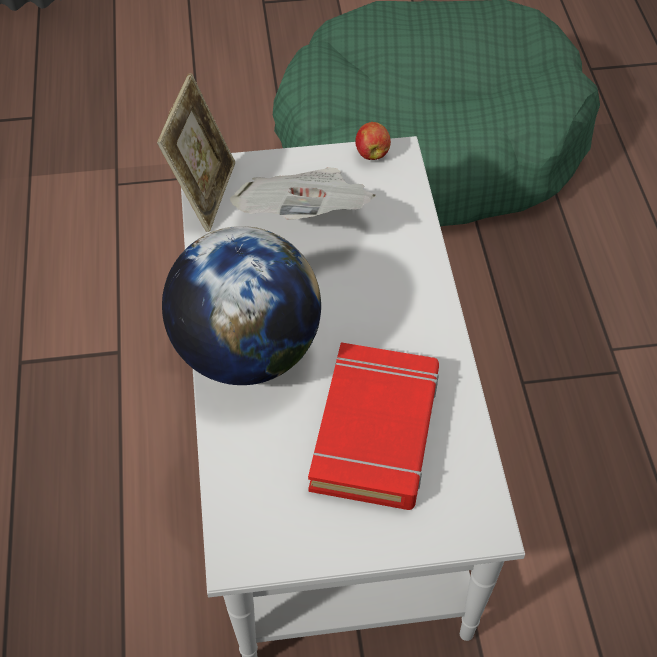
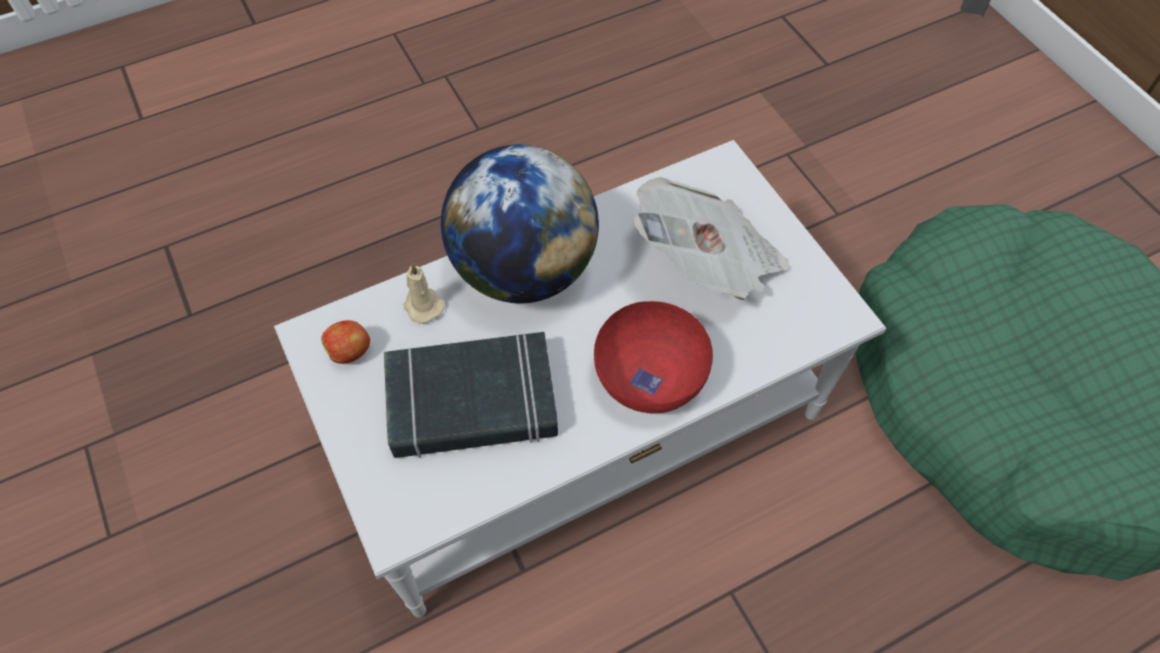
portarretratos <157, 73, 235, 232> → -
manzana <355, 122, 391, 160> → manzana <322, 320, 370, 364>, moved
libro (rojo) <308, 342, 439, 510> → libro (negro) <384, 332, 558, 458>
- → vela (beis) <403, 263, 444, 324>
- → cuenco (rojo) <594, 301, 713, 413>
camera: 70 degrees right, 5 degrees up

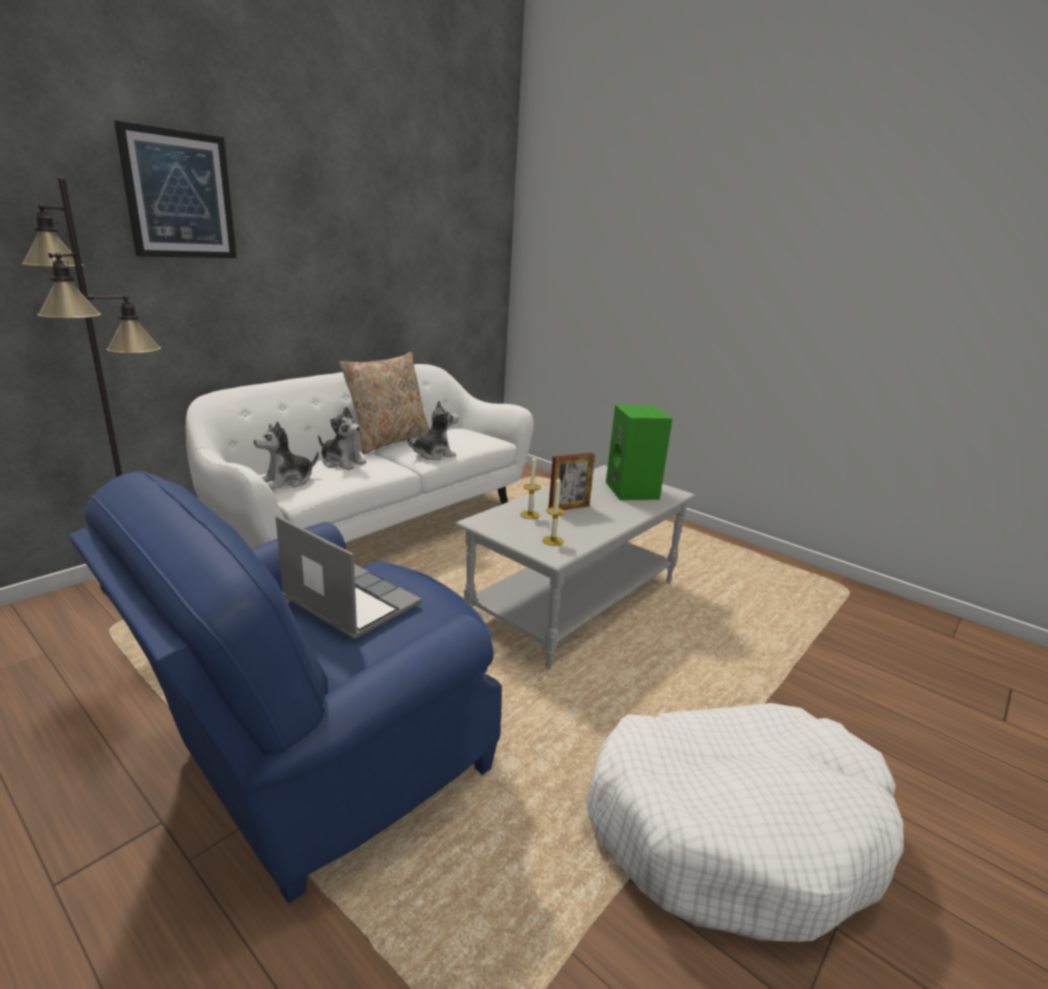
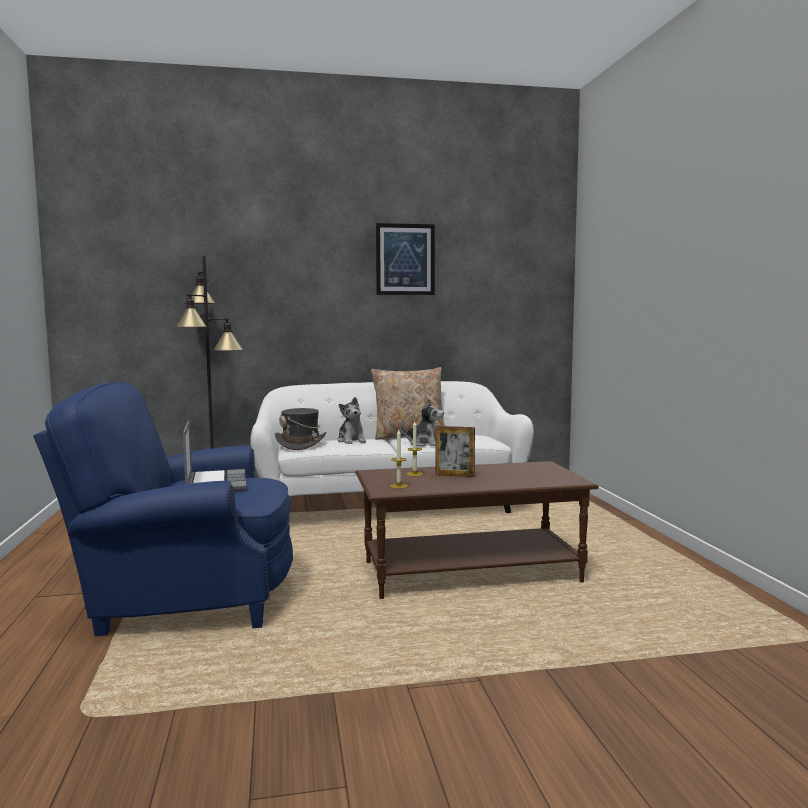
cuadro <114, 120, 237, 258> → cuadro <376, 223, 435, 295>, moved
altavoz (verde) <606, 405, 673, 500> → -
peluche <254, 421, 318, 489> → sombrero (gris) <275, 408, 326, 450>
mesa de centro (gris) <455, 465, 696, 669> → mesa de centro (marrón) <356, 461, 599, 599>
cama para perro (blanco) <586, 703, 903, 942> → -
camera: 40 degrees right, 15 degrees down

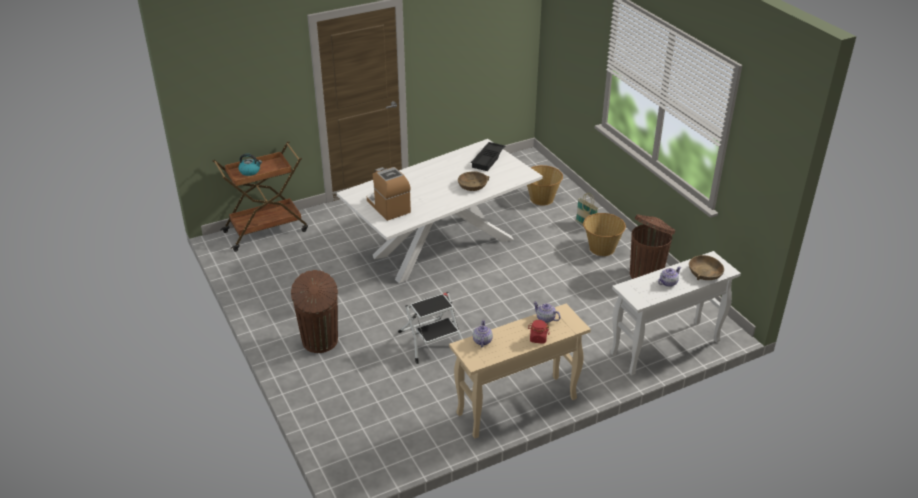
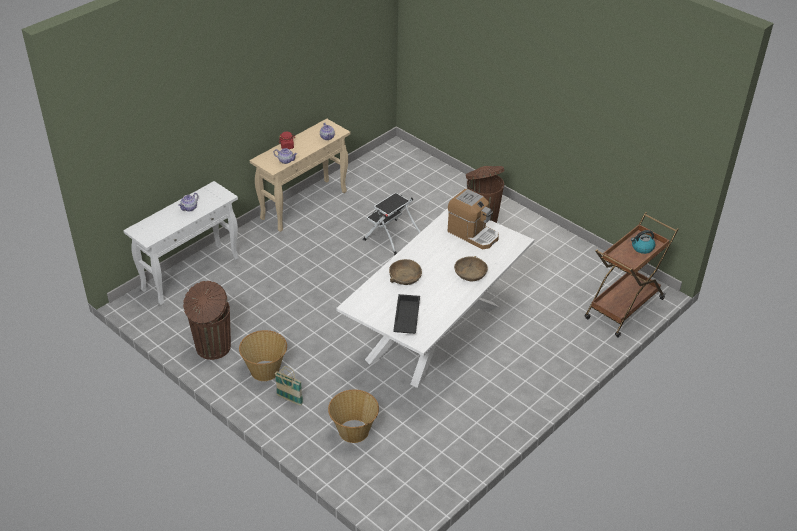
cuenco (marrón) <689, 255, 724, 280> → cuenco (marrón) <454, 256, 488, 281>, moved
camera: 160 degrees right, 5 degrees up

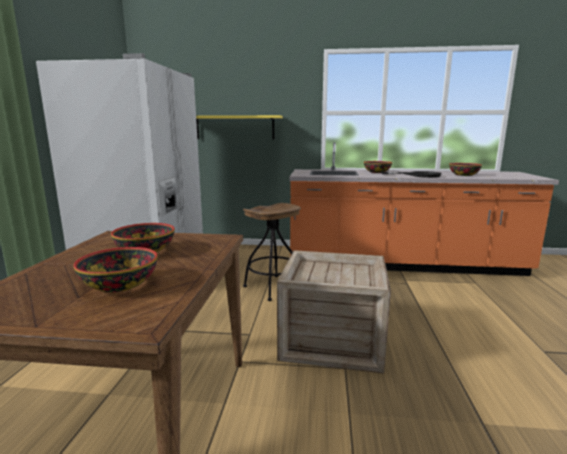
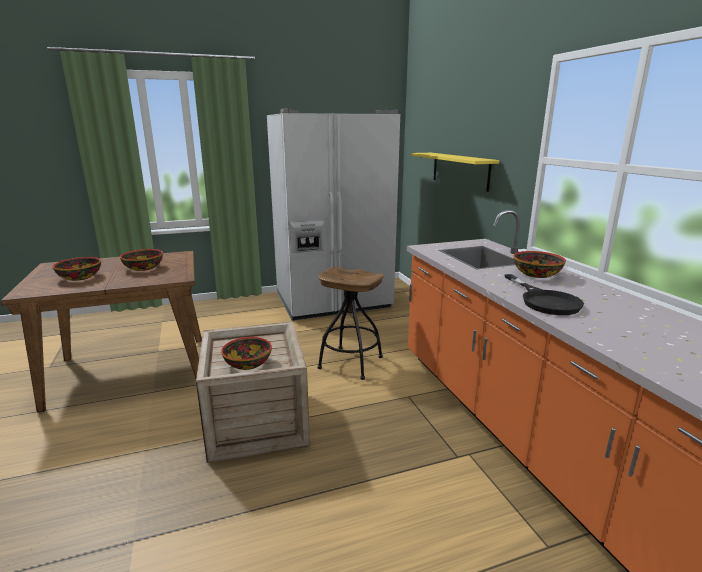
cuenco <449, 163, 482, 176> → cuenco <221, 337, 272, 370>, moved
camera: 65 degrees right, 5 degrees up

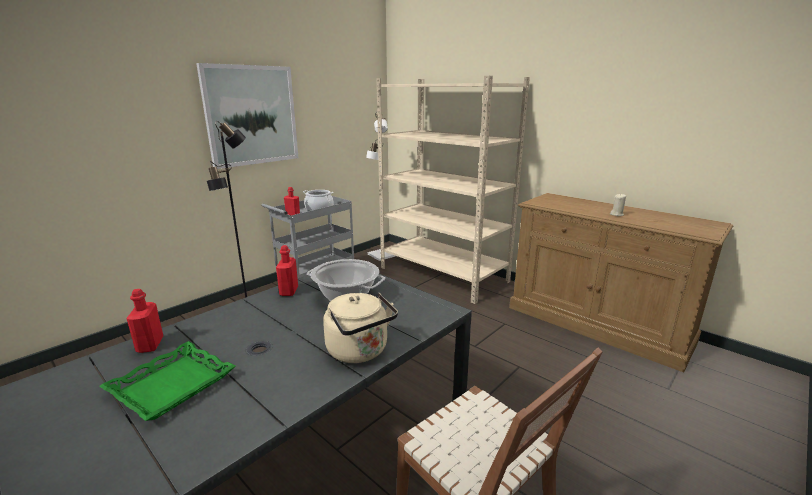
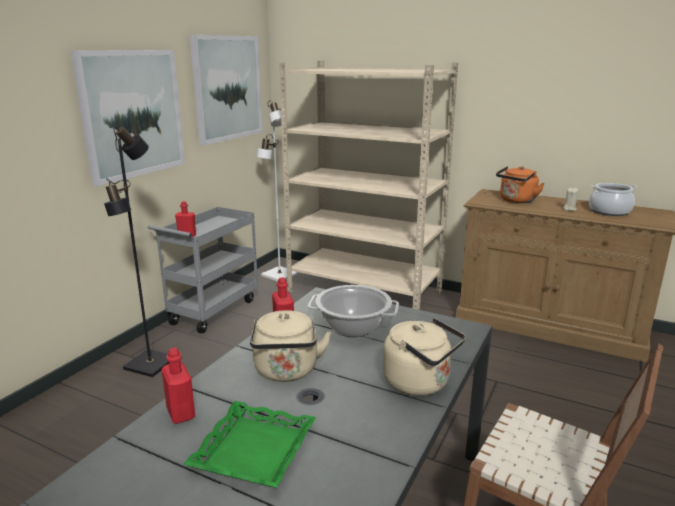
olla <303, 190, 334, 211> → olla <589, 183, 637, 216>, moved
- → cuadro <190, 35, 263, 146>
- → hervidor (naranja) <496, 166, 545, 203>
- → hervidor (beis) <250, 310, 331, 382>
camera: 15 degrees left, 0 degrees up

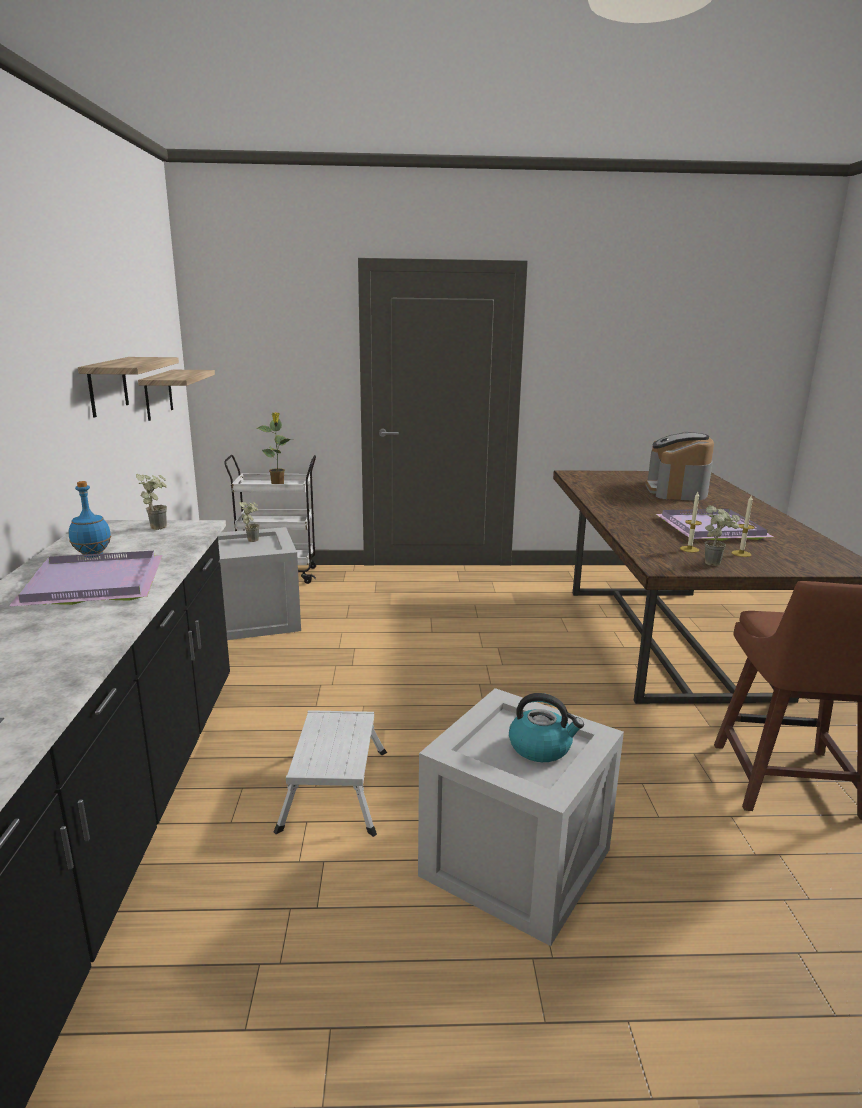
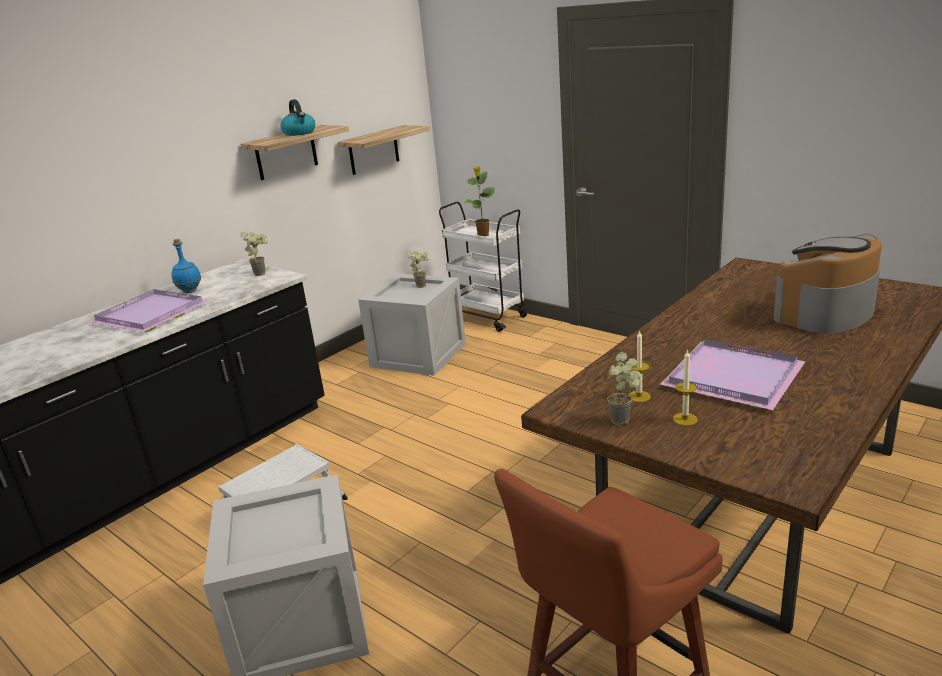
hervidor <509, 693, 584, 762> → hervidor <281, 99, 315, 136>, moved
camera: 45 degrees right, 5 degrees up

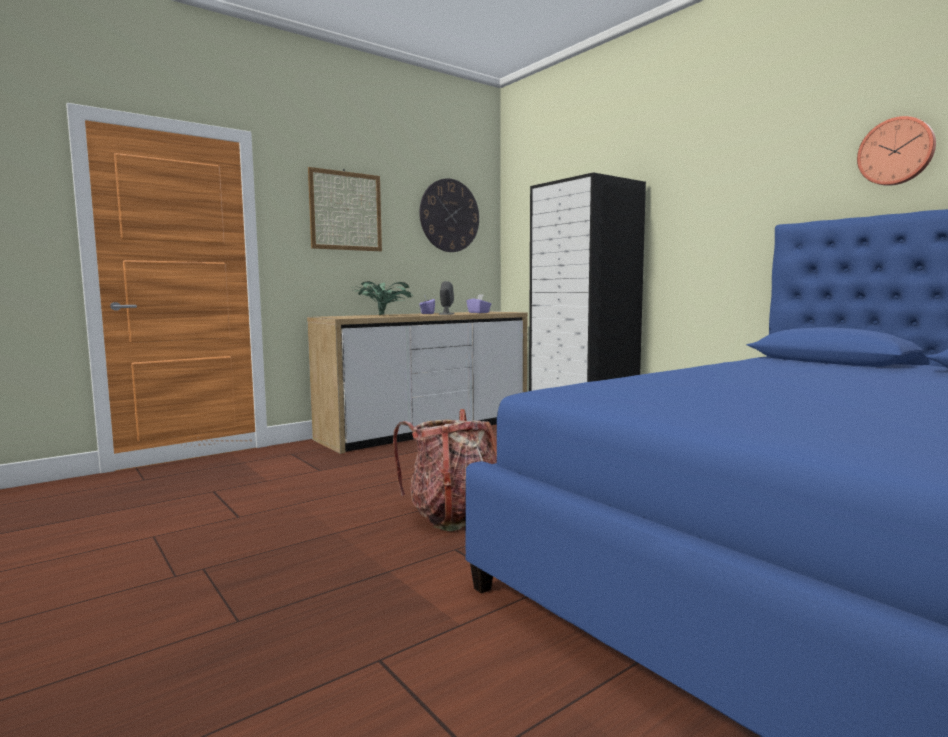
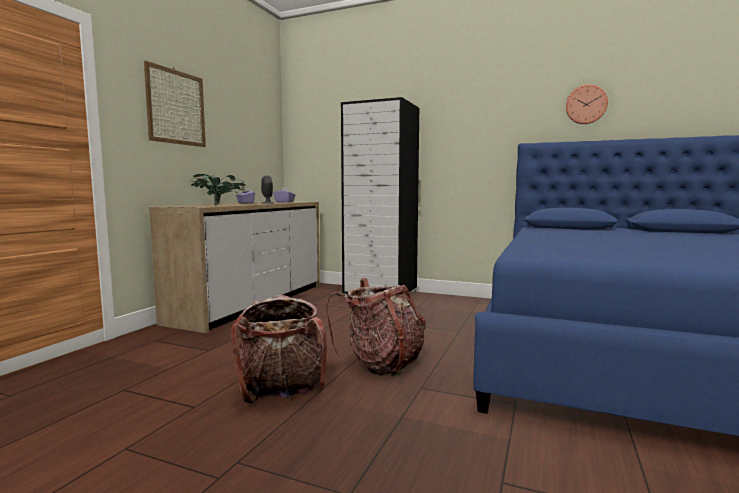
reloj de pared <420, 178, 479, 252> → -
- → mochila <231, 295, 327, 403>
camera: 30 degrees left, 0 degrees up

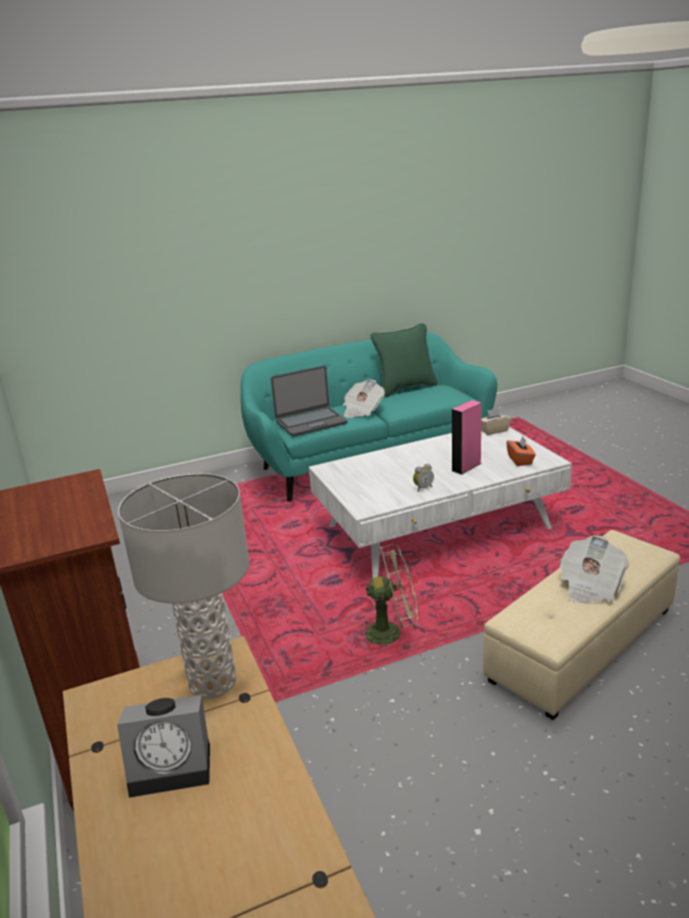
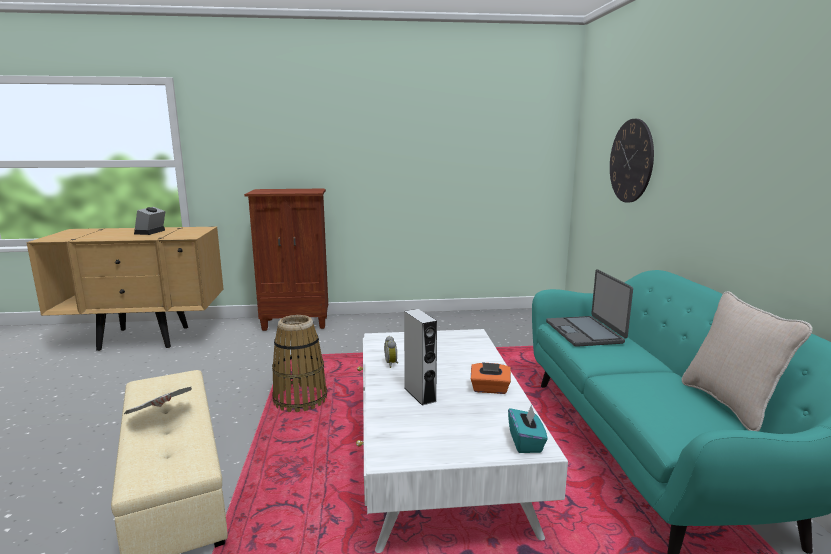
cojín (verde) <370, 323, 437, 397> → cojín (beis) <681, 291, 812, 431>
periódico <343, 380, 385, 418> → -
altavoz (rosa) <452, 400, 482, 475> → altavoz (gris) <404, 309, 437, 406>
caja de pañuelos (beis) <481, 408, 511, 435> → caja de pañuelos (turquesa) <508, 404, 548, 453>
caja de pañuelos (naranja) <506, 436, 536, 466> → caja de pañuelos (naranja) <471, 362, 511, 394>, moved
lámpara de mesa (blanco) <118, 473, 249, 698> → -
ventilador (verde) <358, 544, 418, 651> → cesta <272, 315, 327, 412>
- → reloj de pared <610, 119, 654, 203>
camera: 105 degrees right, 10 degrees down

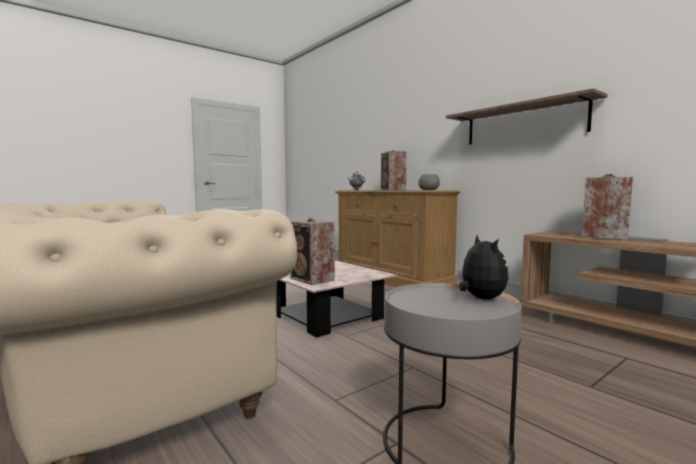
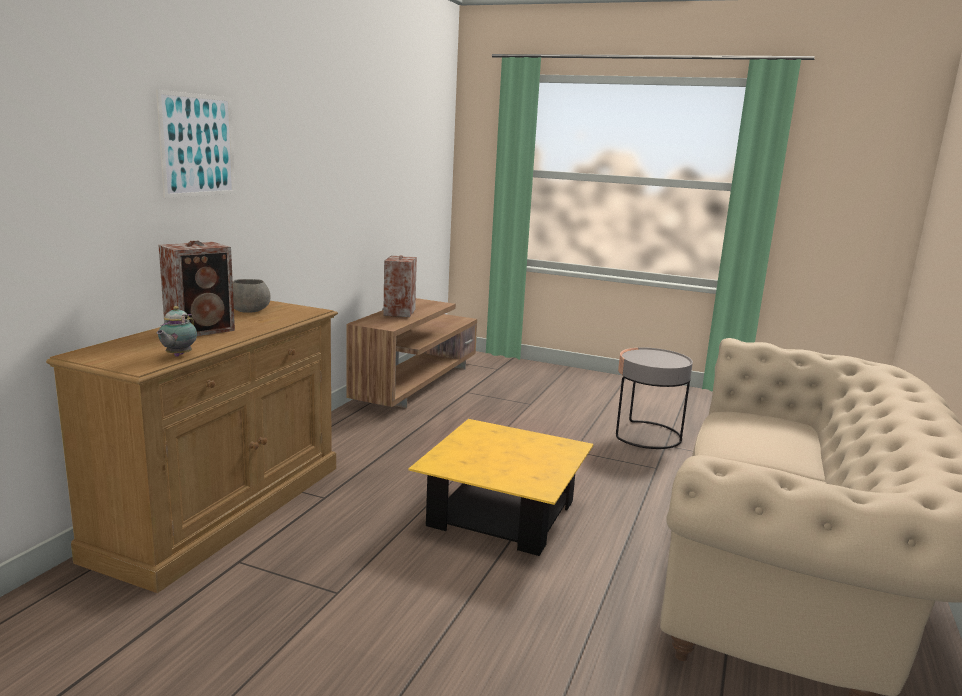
estante <446, 88, 608, 145> → -
altavoz <290, 218, 335, 285> → -
peluche <456, 235, 508, 300> → -
mesa de centro (rosa) <276, 261, 398, 338> → mesa de centro (amarillo) <409, 419, 594, 556>
- → cuadro <156, 90, 235, 198>
camera: 120 degrees left, 10 degrees up

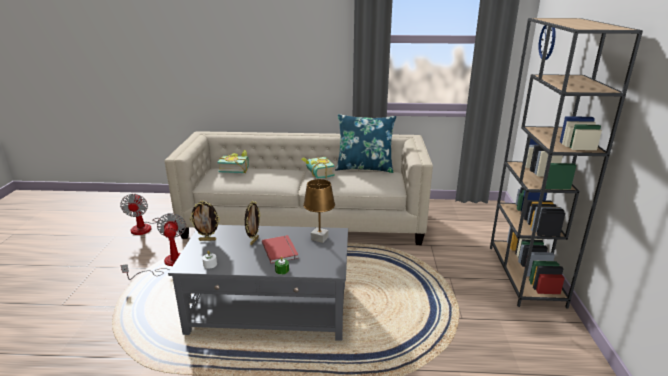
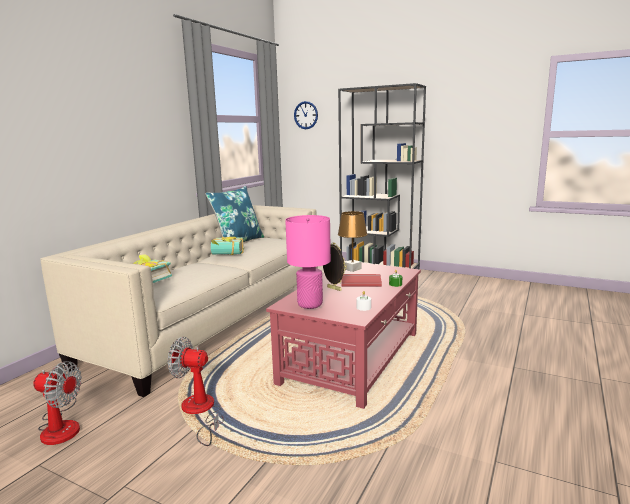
portarretratos <189, 200, 220, 241> → lámpara de mesa (rosa) <285, 215, 331, 309>
mesa de centro (gris) <168, 225, 348, 341> → mesa de centro (rojo) <266, 261, 421, 409>
camera: 65 degrees left, 10 degrees down

